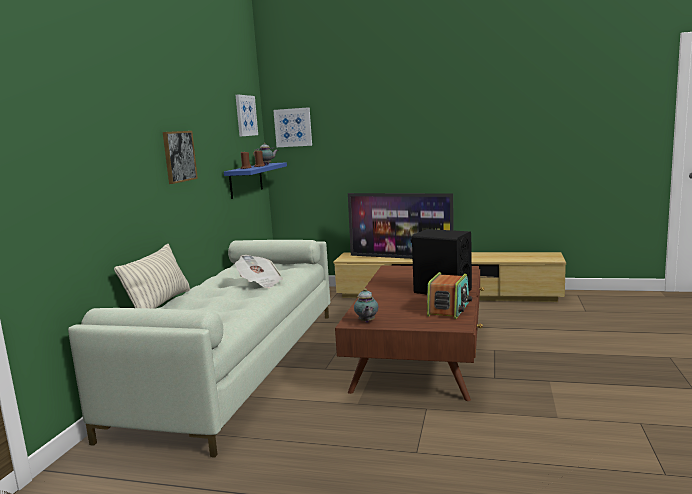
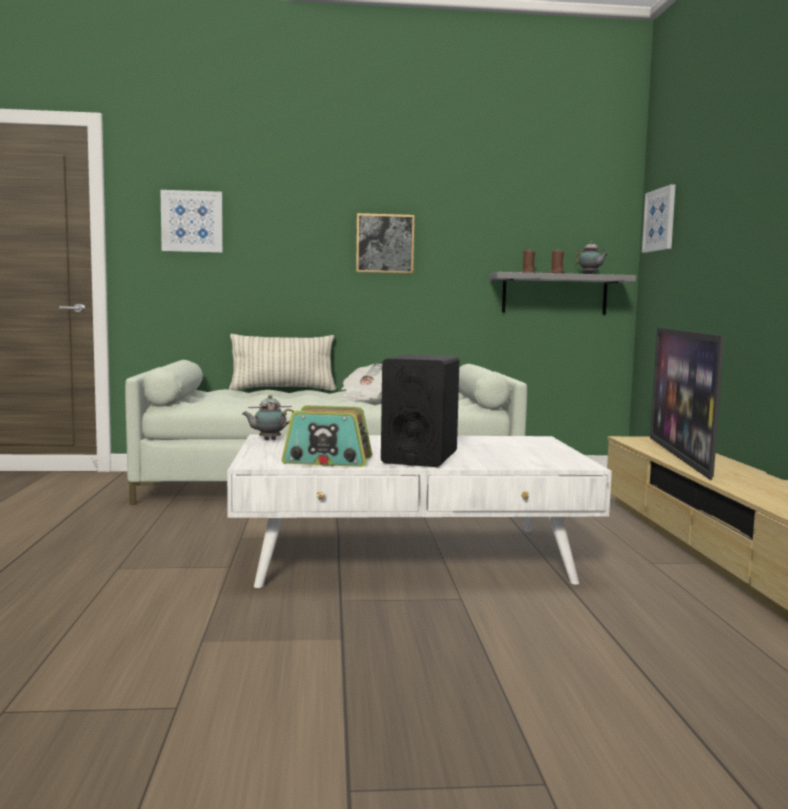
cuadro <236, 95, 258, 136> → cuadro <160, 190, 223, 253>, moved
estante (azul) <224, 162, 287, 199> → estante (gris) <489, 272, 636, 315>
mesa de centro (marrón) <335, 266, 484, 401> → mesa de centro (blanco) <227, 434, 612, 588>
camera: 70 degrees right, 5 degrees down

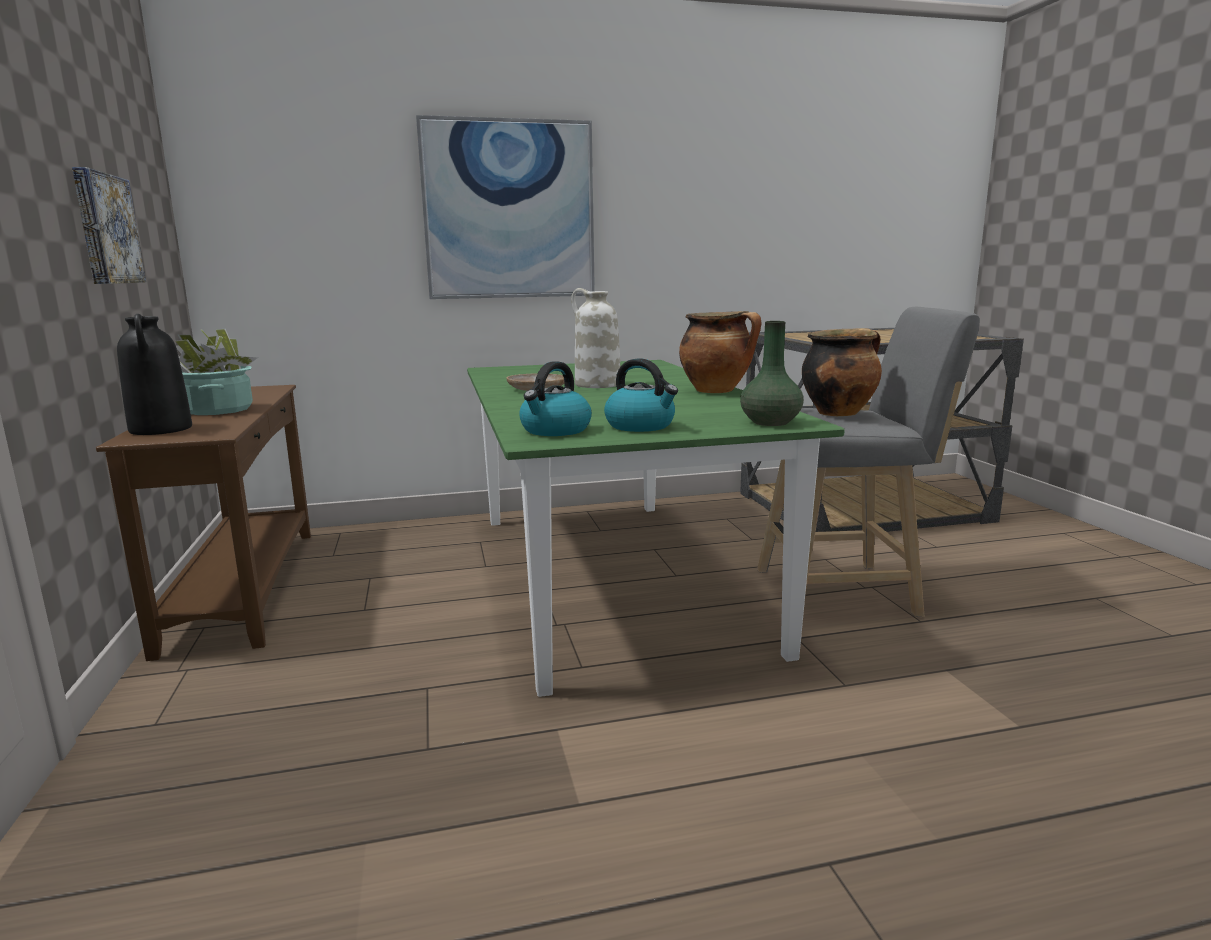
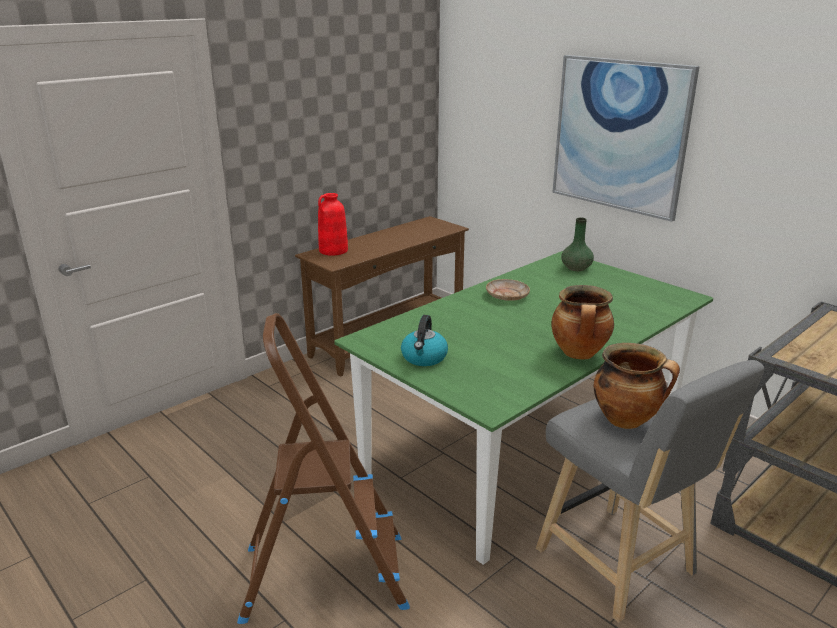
cuadro <72, 167, 146, 284> → -
florero (blanco) <571, 288, 620, 388> → -
florero (negro) <117, 314, 192, 435> → florero (rojo) <318, 193, 348, 256>
florero (verde) <740, 321, 804, 426> → florero (verde) <561, 218, 594, 271>, moved
planta en maceta <175, 328, 258, 415> → -
hervidor <519, 361, 592, 436> → -
- → escalera de tijera (marrón) <237, 313, 410, 624>
camera: 60 degrees right, 10 degrees up

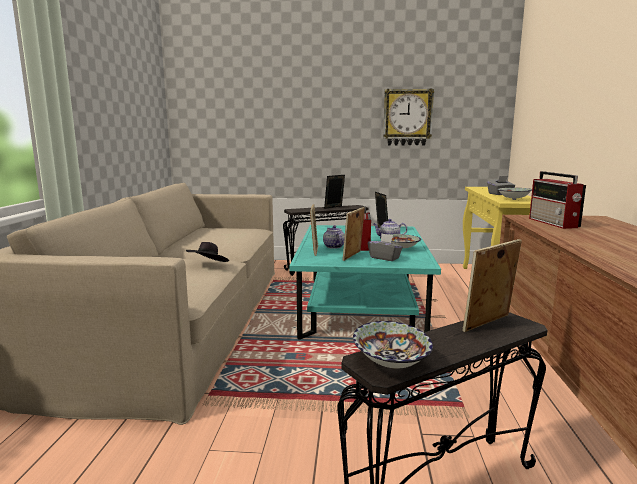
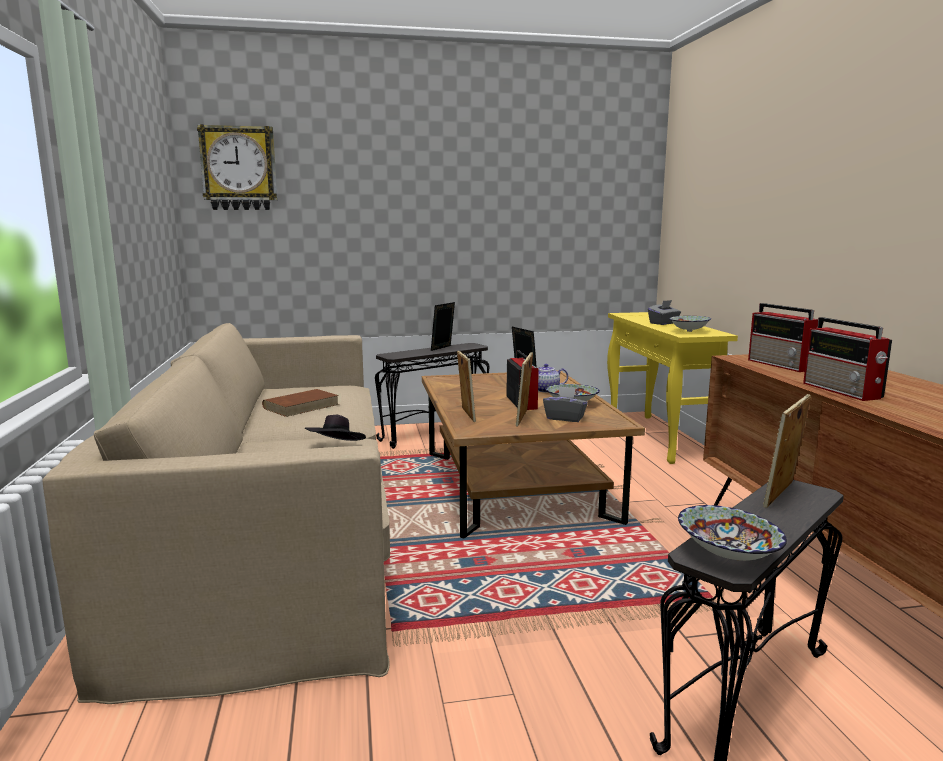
reloj de pared <383, 89, 434, 145> → reloj de pared <197, 124, 277, 210>, moved
mesa de centro (turquesa) <289, 225, 441, 340> → mesa de centro (marrón) <422, 370, 645, 539>
tetera <323, 225, 345, 249> → -
- → radio <803, 317, 892, 401>
- → libro (marrón) <262, 389, 339, 417>
camera: 15 degrees left, 0 degrees up

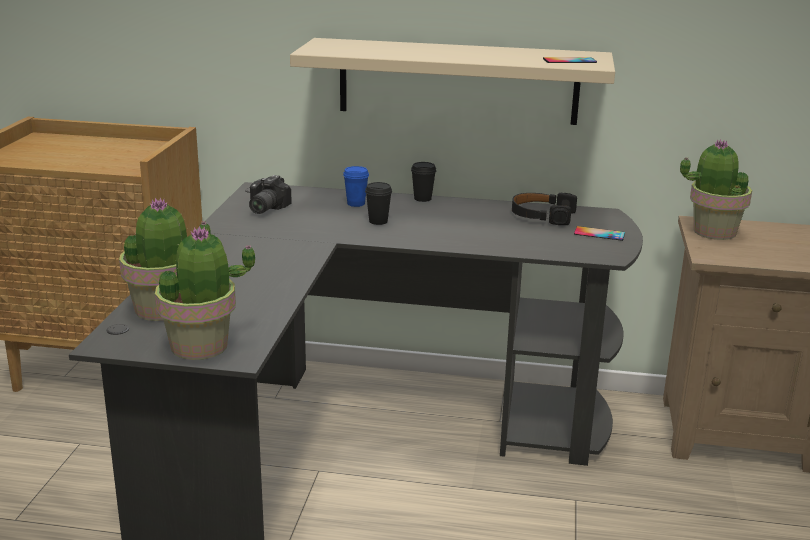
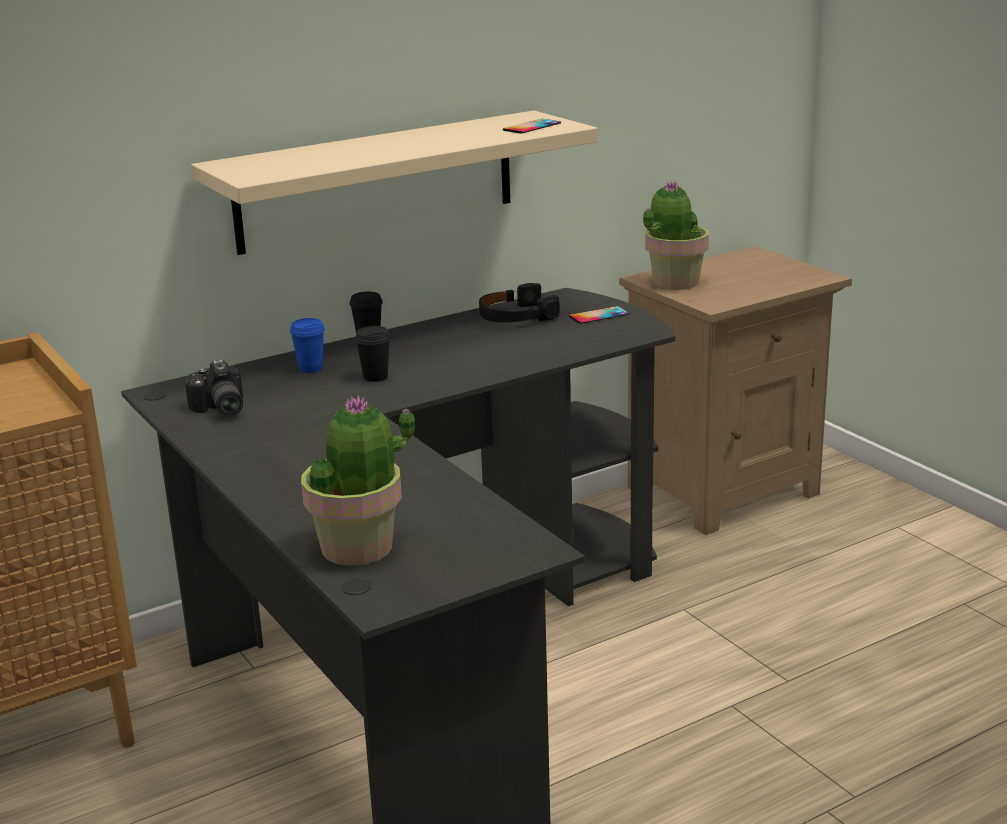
planta en maceta <155, 226, 255, 360> → -
camera: 40 degrees left, 0 degrees up

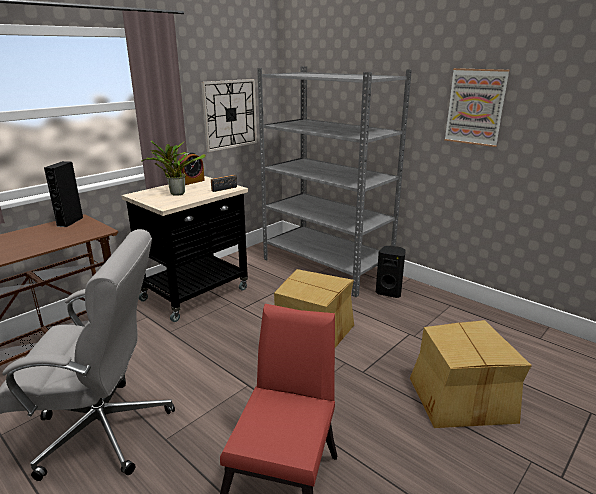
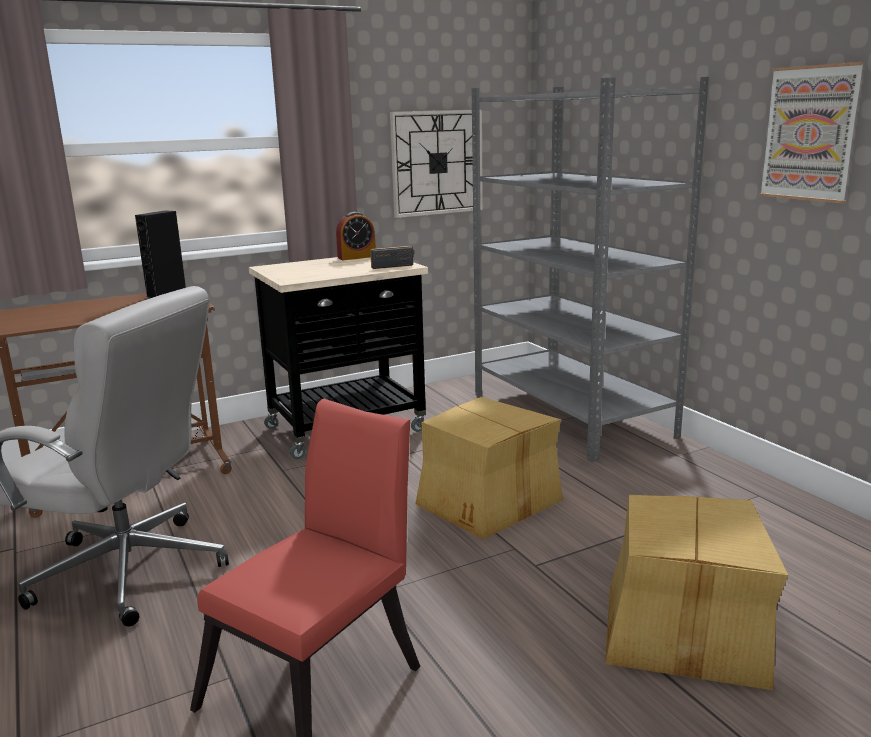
planta en maceta <141, 140, 206, 196> → -
altavoz (negro) <376, 246, 406, 298> → -
camera: 20 degrees right, 5 degrees down

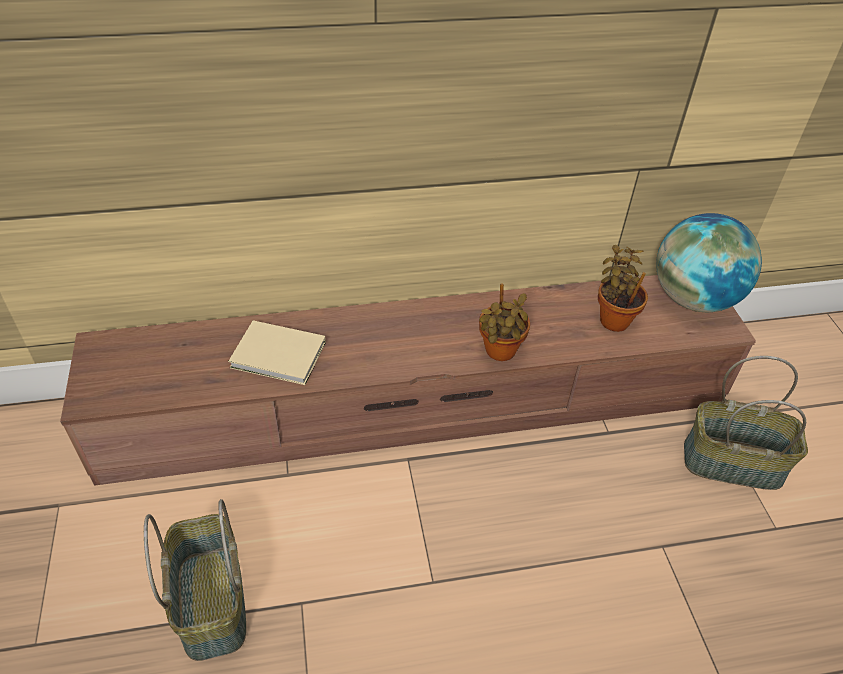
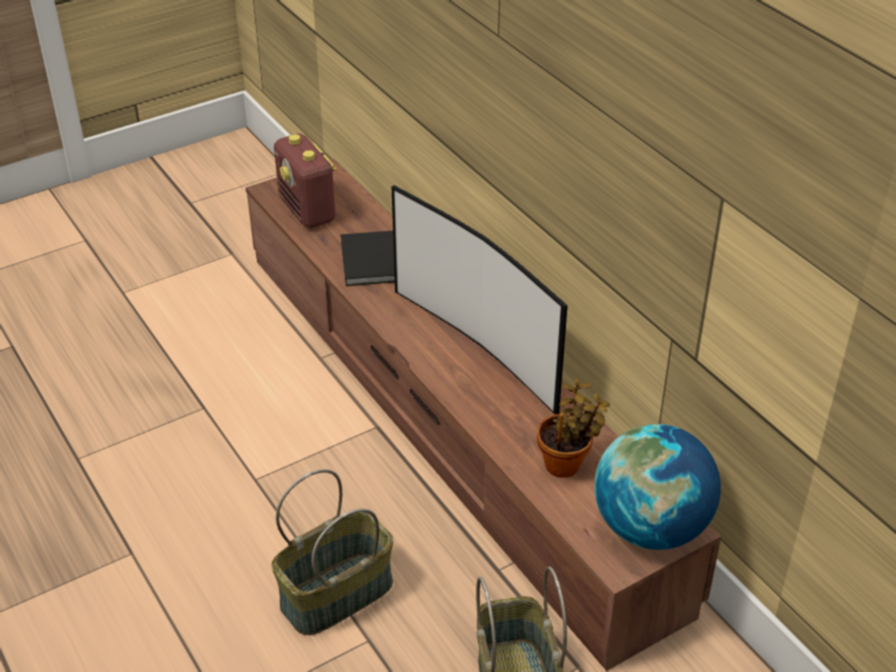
planta en maceta <479, 283, 530, 361> → -
libro (beis) <228, 320, 326, 385> → libro (negro) <341, 231, 395, 286>
cesta <144, 499, 246, 661> → cesta <271, 469, 394, 635>, moved
- → radio <274, 133, 337, 228>
- → televisor <392, 185, 568, 414>
camera: 70 degrees right, 5 degrees down

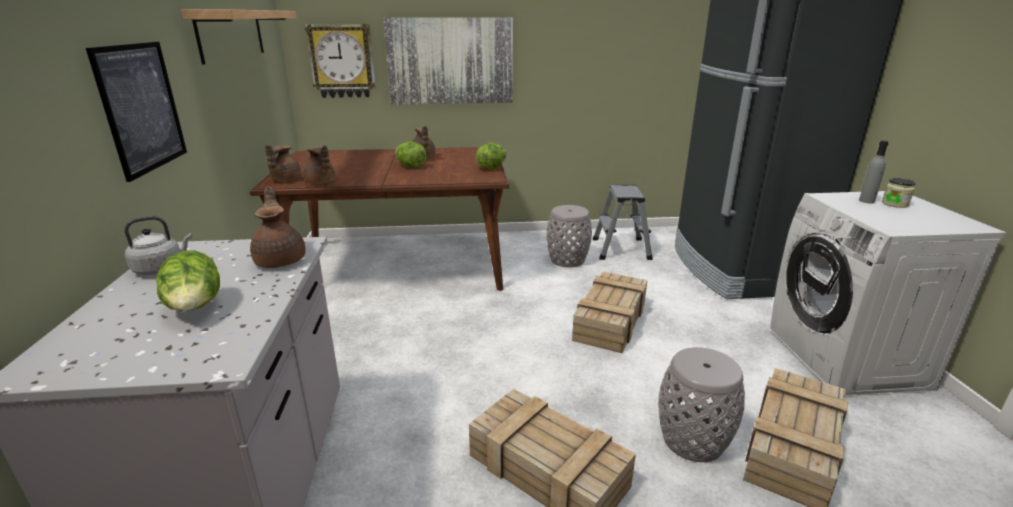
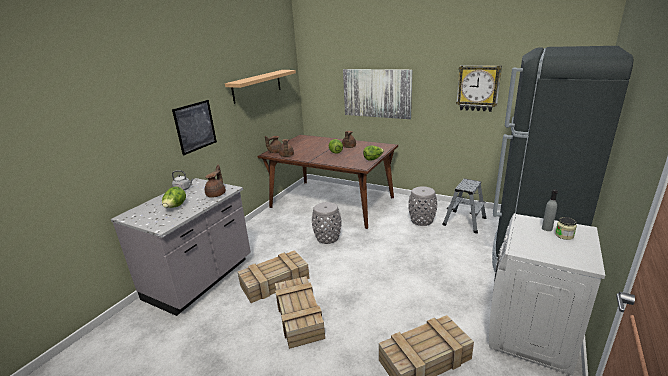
reloj de pared <305, 24, 376, 98> → reloj de pared <456, 65, 502, 112>, moved
caja de embalaje <572, 272, 647, 353> → caja de embalaje <238, 250, 310, 303>, moved
taburete (gris) <658, 347, 745, 462> → taburete (gris) <312, 202, 342, 244>, moved
camera: 35 degrees right, 0 degrees up

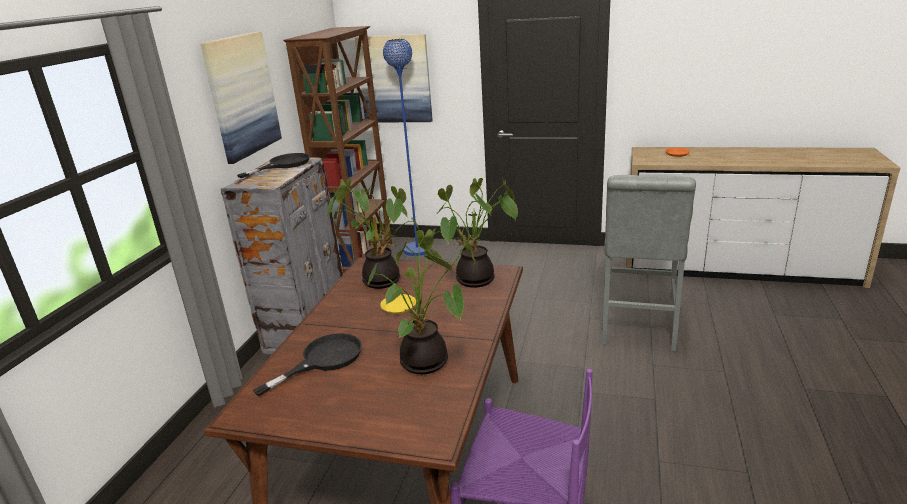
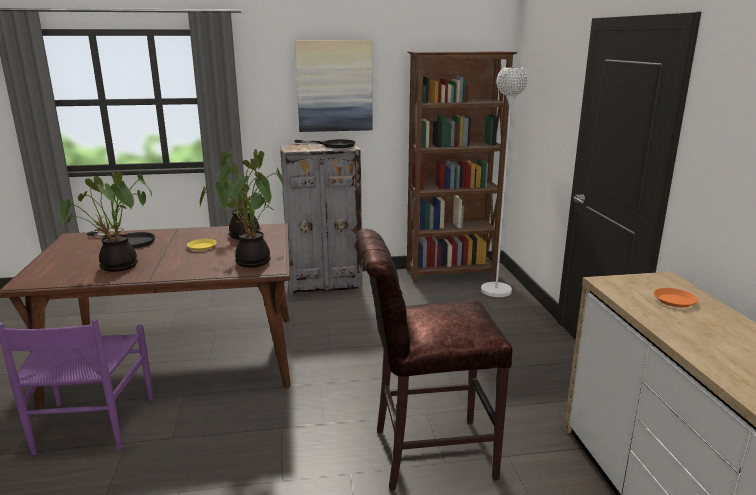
cuadro <355, 34, 433, 122> → -
lámpara de pie (azul) <383, 39, 431, 256> → lámpara de pie (blanco) <481, 67, 528, 297>
taburete (gris) <602, 175, 696, 351> → taburete (marrón) <356, 229, 512, 490>
camera: 65 degrees right, 5 degrees down

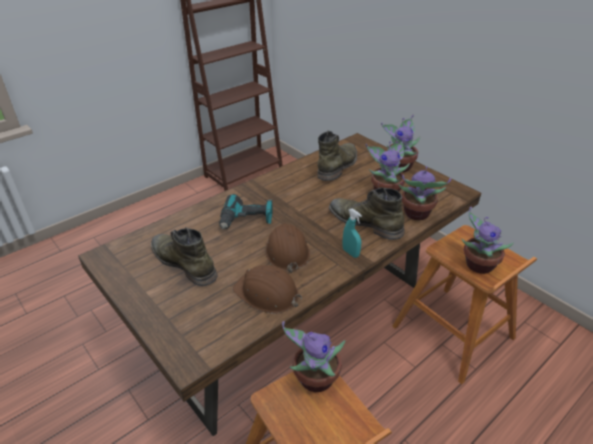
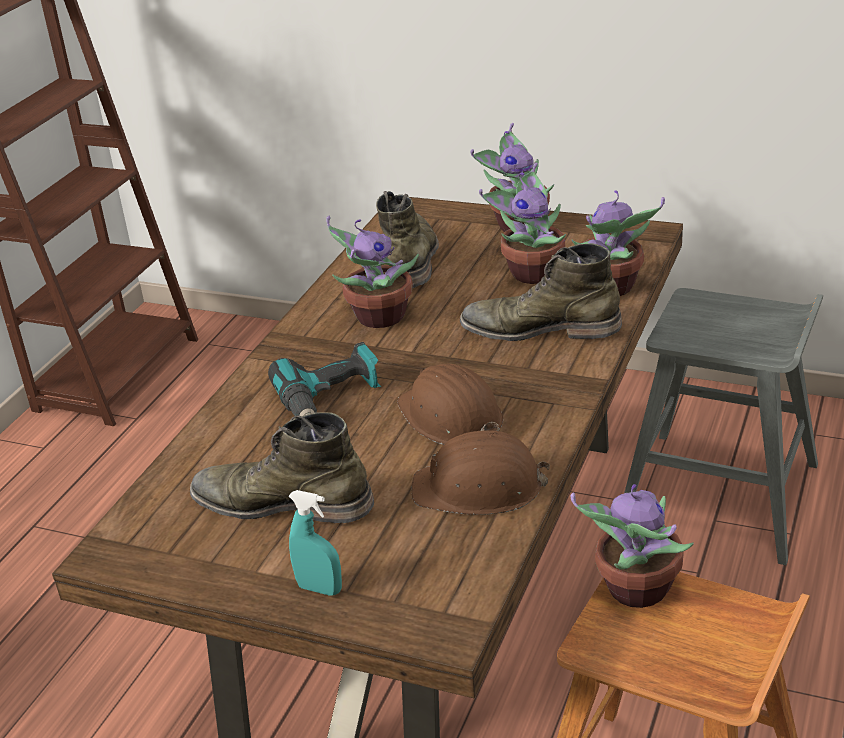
planta en maceta <462, 207, 514, 274> → planta en maceta <326, 216, 419, 328>, moved
pulverizador (turquesa) <343, 209, 362, 258> → pulverizador (turquesa) <289, 490, 342, 596>, moved
taburete (marrón) <392, 225, 537, 384> → taburete (gris) <624, 288, 823, 565>
camera: 25 degrees left, 5 degrees down

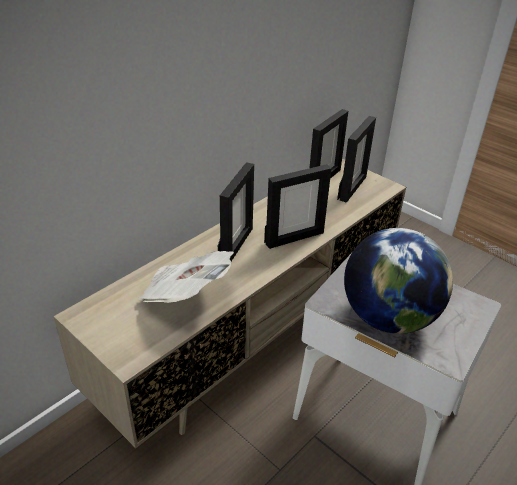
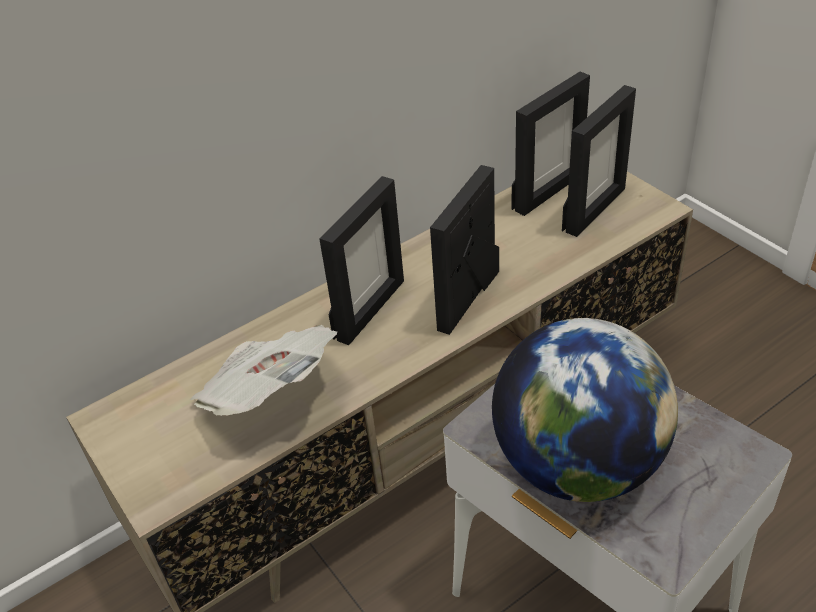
portarretratos <264, 164, 332, 249> → portarretratos <430, 165, 499, 335>, 135 degrees clockwise
camera: 15 degrees right, 5 degrees up

